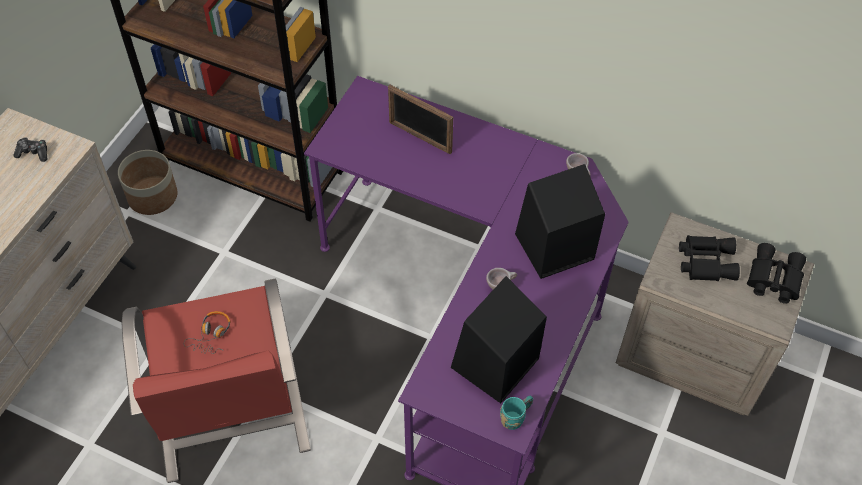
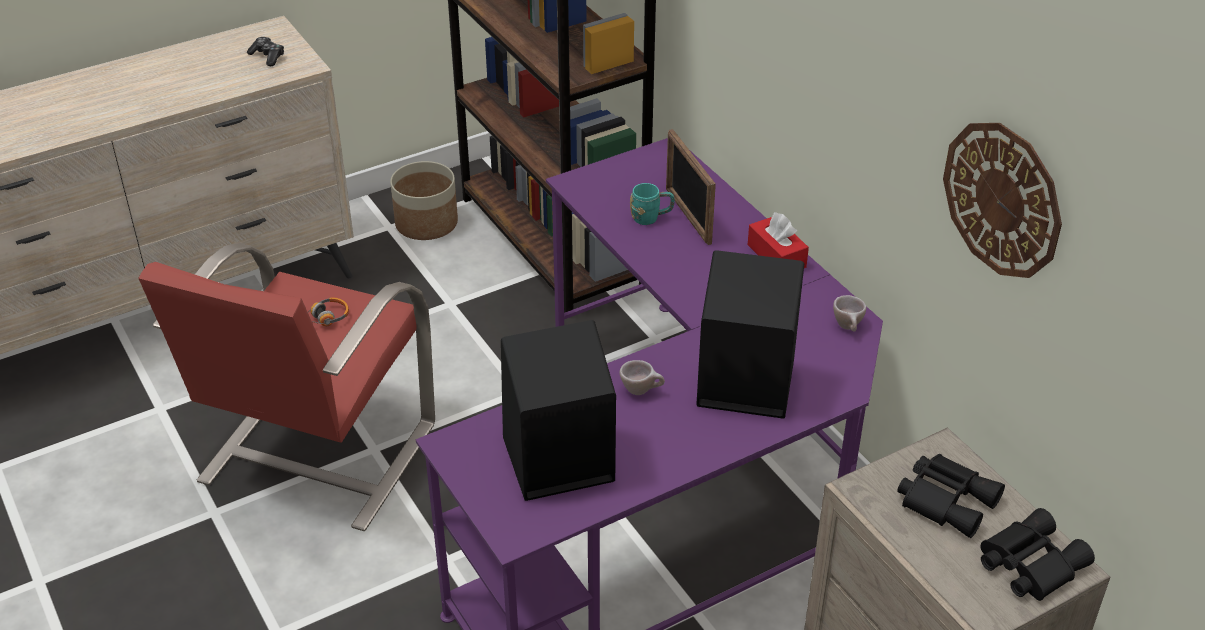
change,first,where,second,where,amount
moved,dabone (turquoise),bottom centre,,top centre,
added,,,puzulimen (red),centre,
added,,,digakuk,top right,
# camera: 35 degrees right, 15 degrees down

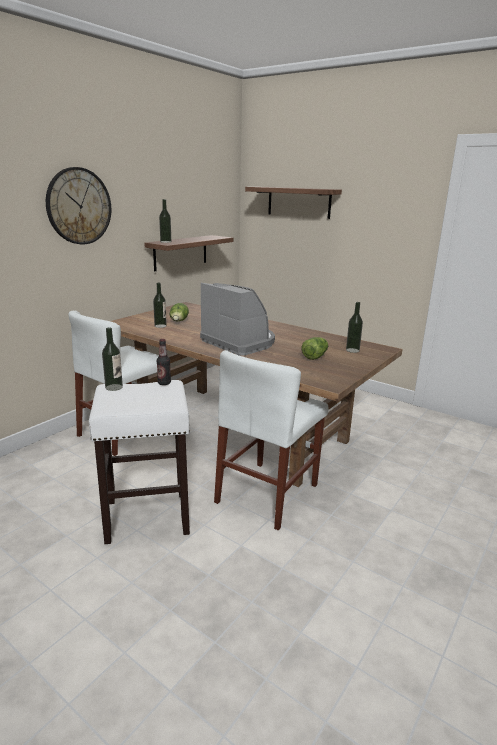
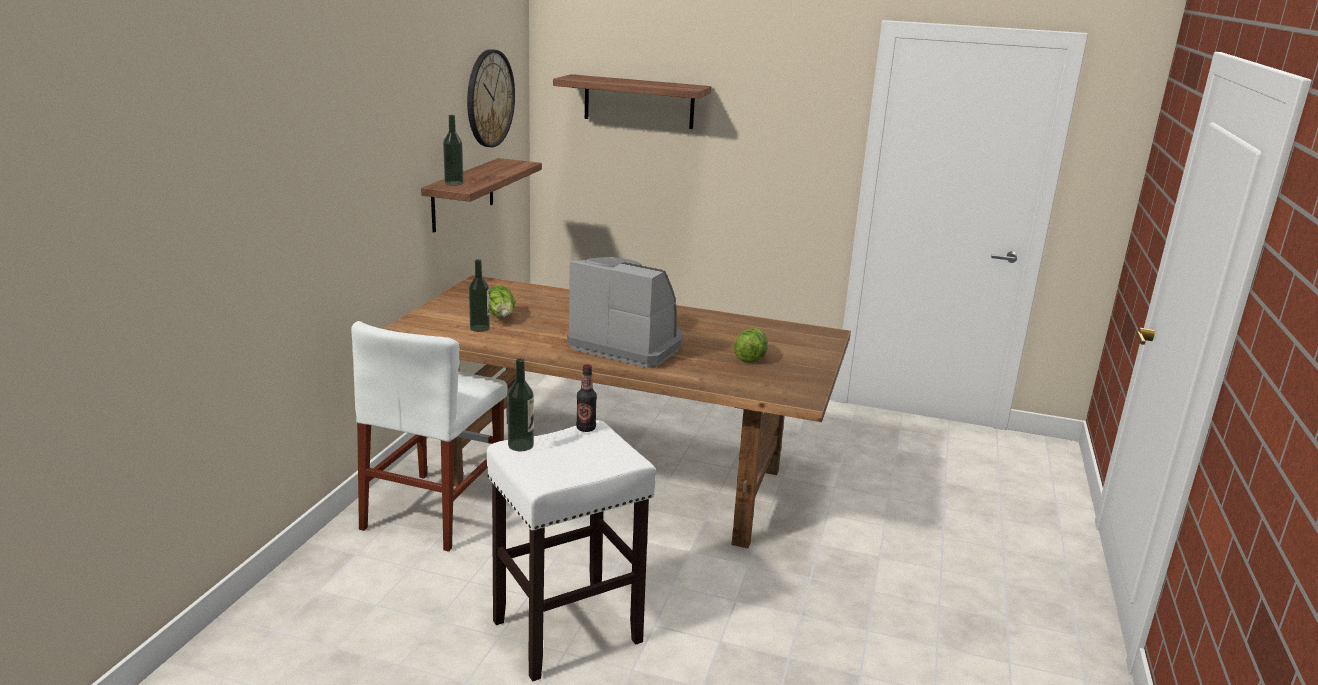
change,first,where,second,where,amount
moved,digakuk,top left,,top centre,
removed,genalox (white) (2nd from left),centre,,,
removed,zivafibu (5th from left),middle right,,,
# camera: 20 degrees left, 0 degrees up

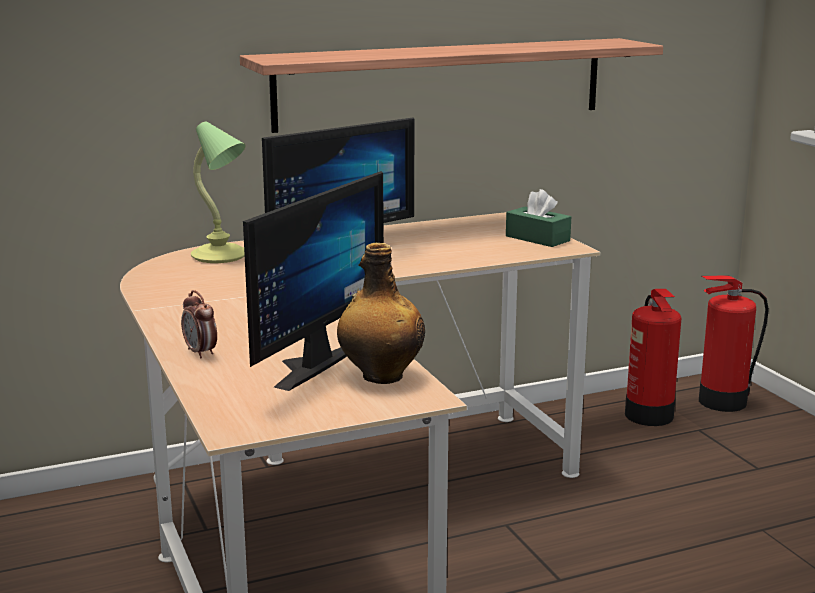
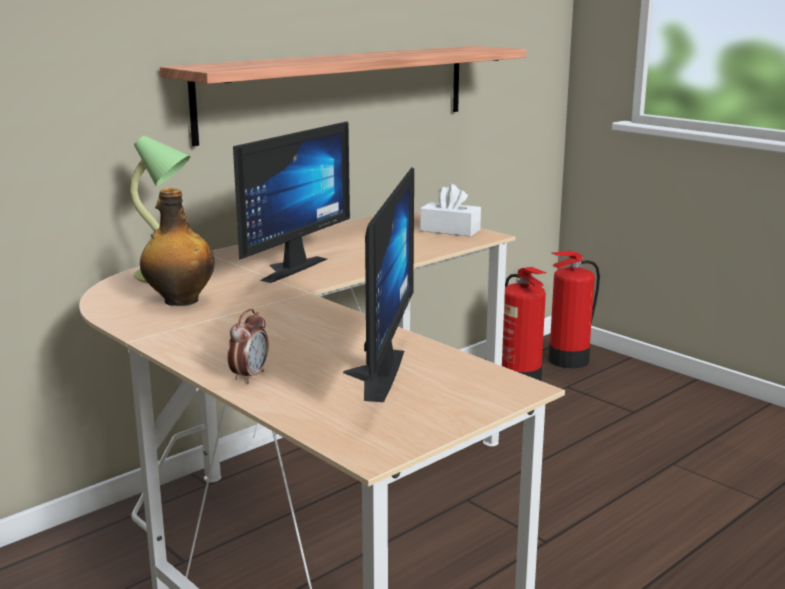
change,first,where,second,where,amount
turned,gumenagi,middle left,,middle left,105 degrees counterclockwise
moved,zivafibu,centre,,middle left,
recoloured,puzulimen (green),centre,puzulimen (white),centre,
# camera: 20 degrees left, 0 degrees up

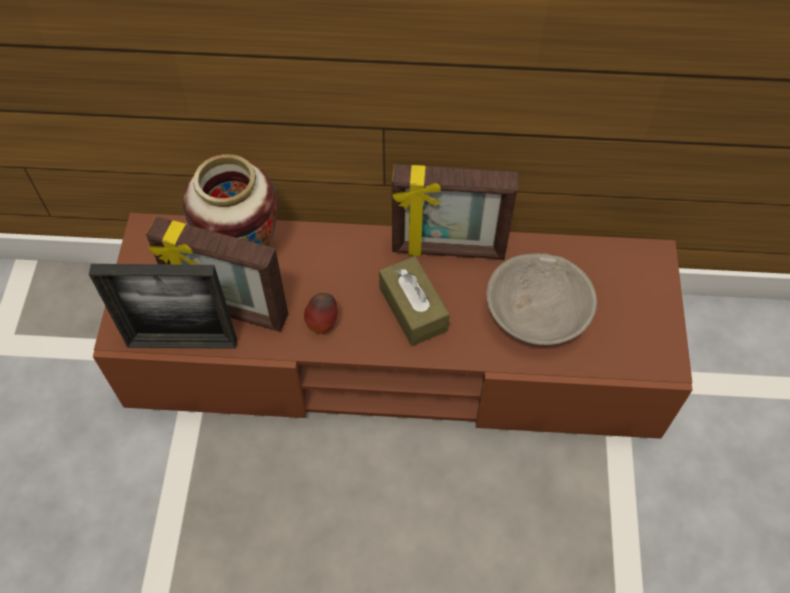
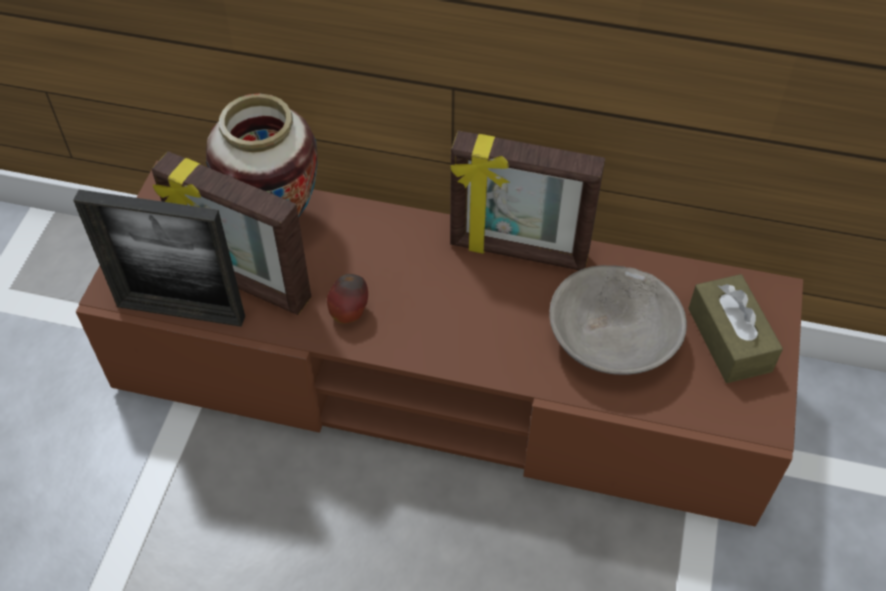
change,first,where,second,where,amount
moved,puzulimen (brown),centre,,middle right,
# camera: 10 degrees right, 5 degrees down

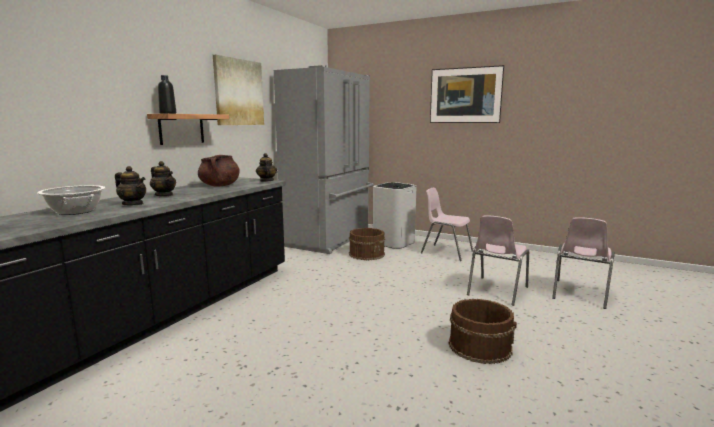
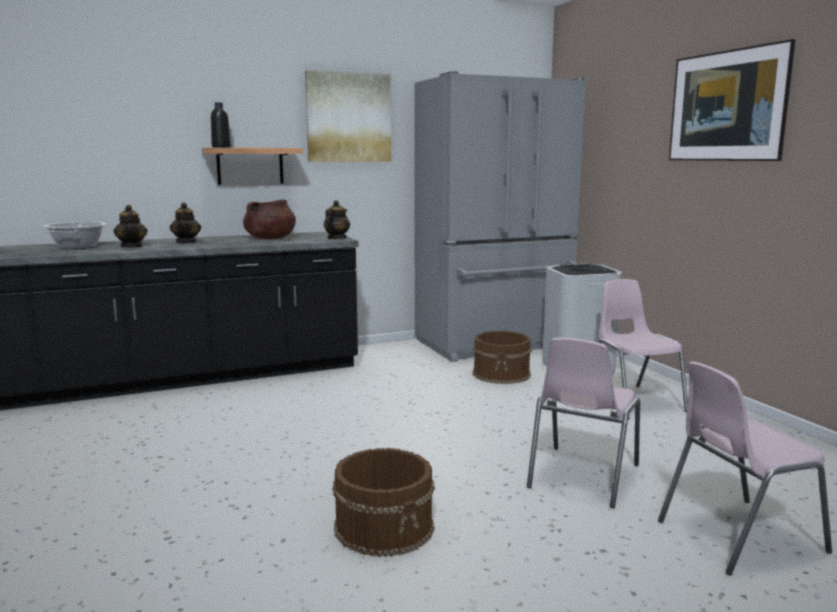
change,first,where,second,where,amount
turned,genalox (pink) (2nd from left in the first image),middle right,genalox (pink) (1st from left),bottom right,45 degrees counterclockwise
# camera: 40 degrees right, 0 degrees up

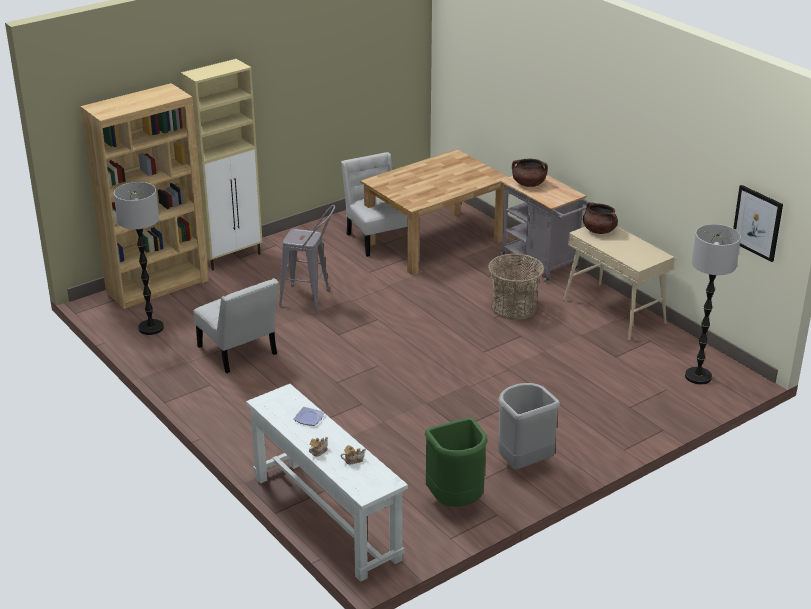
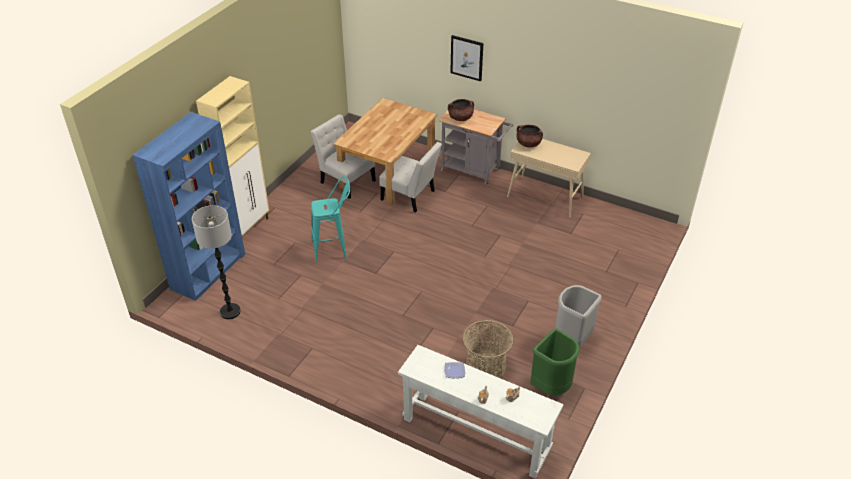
change,first,where,second,where,amount
recoloured,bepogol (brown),top left,bepogol (blue),middle left,
moved,genalox (white) (1st from left in the first image),middle left,genalox (white) (2nd from left),centre,
recoloured,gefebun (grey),centre,gefebun (turquoise),centre,
moved,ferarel,centre,,bottom centre,
removed,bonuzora (2nd from left),middle right,,,
moved,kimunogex,middle right,,top centre,
# camera: 25 degrees left, 10 degrees up

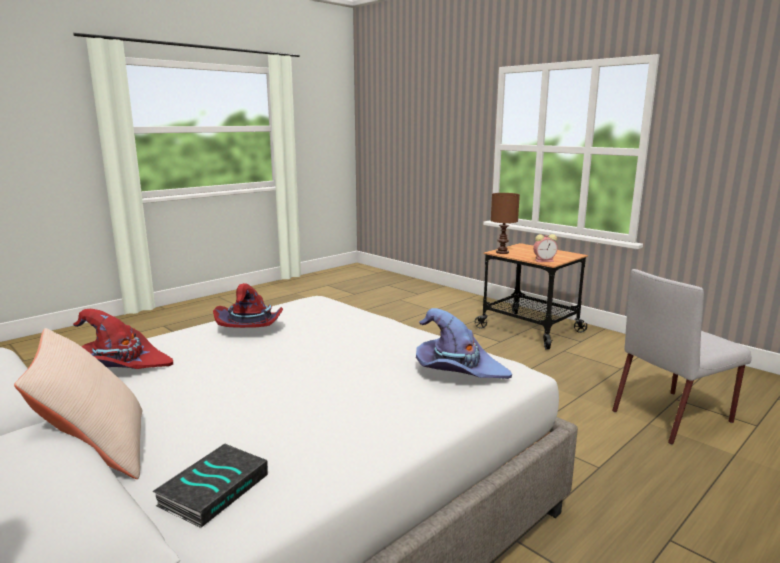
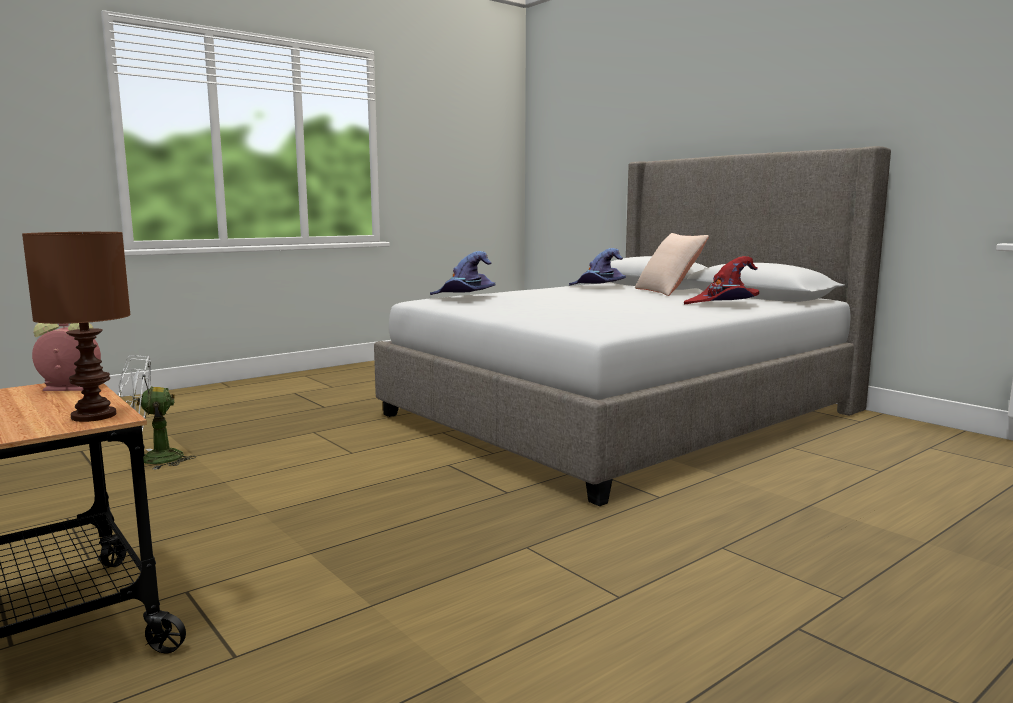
change,first,where,second,where,amount
replaced,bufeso,bottom left,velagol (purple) (2nd from left),centre,
removed,velagol (red) (2nd from left),middle left,,,
replaced,genalox (grey),middle right,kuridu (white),middle left,
# camera: 175 degrees left, 5 degrees down

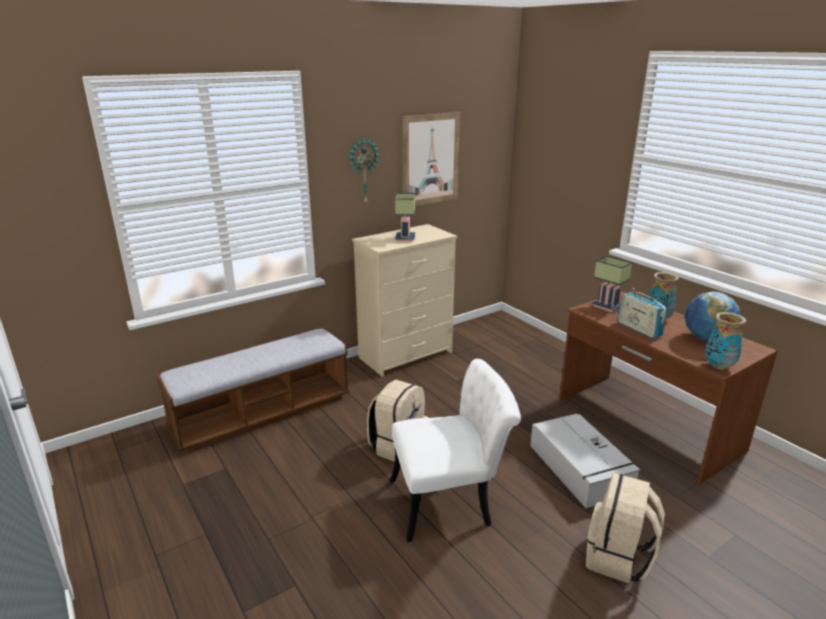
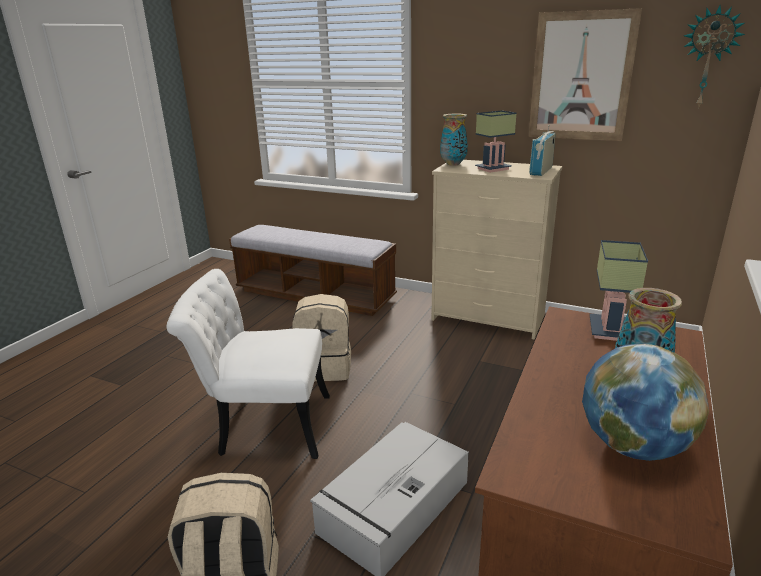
change,first,where,second,where,amount
moved,digakuk,top centre,,top right,
turned,genalox (white),bottom centre,,middle left,135 degrees clockwise
moved,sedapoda,middle right,,top right,
moved,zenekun (2nd from left in the first image),middle right,zenekun (1st from left),top centre,
# camera: 60 degrees right, 0 degrees up

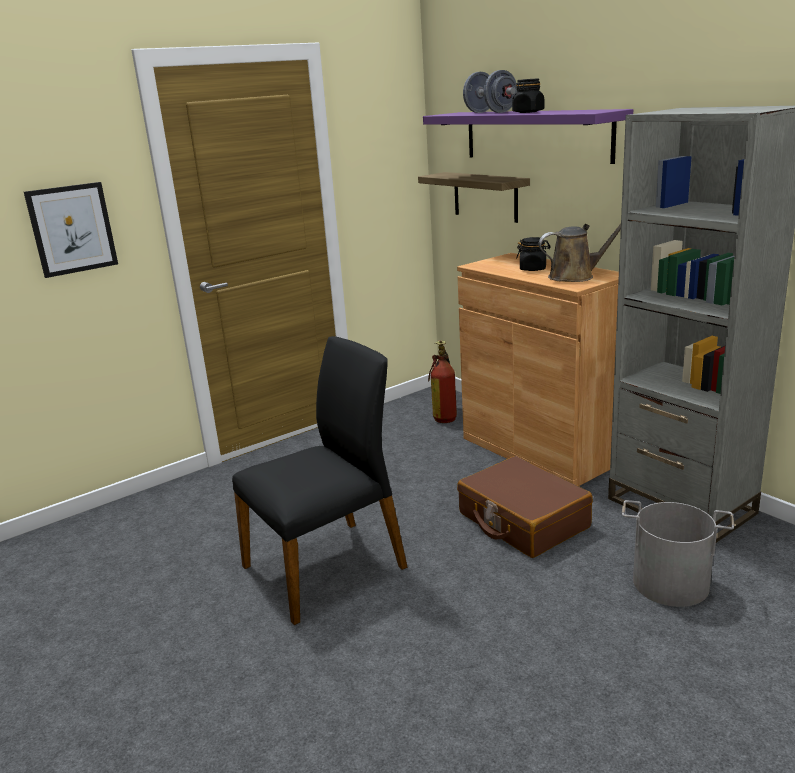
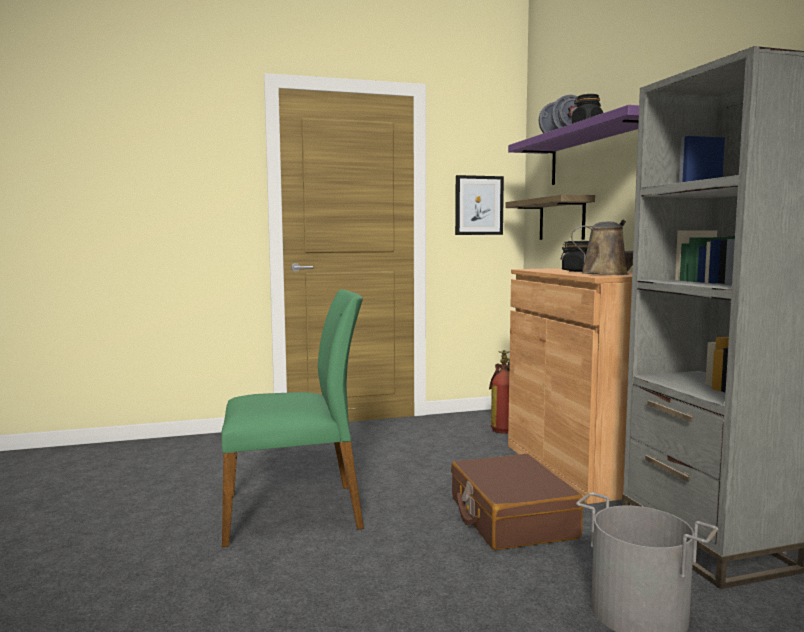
change,first,where,second,where,amount
moved,kimunogex,top left,,top centre,
recoloured,genalox (black),centre,genalox (green),centre,
# camera: 20 degrees right, 15 degrees down

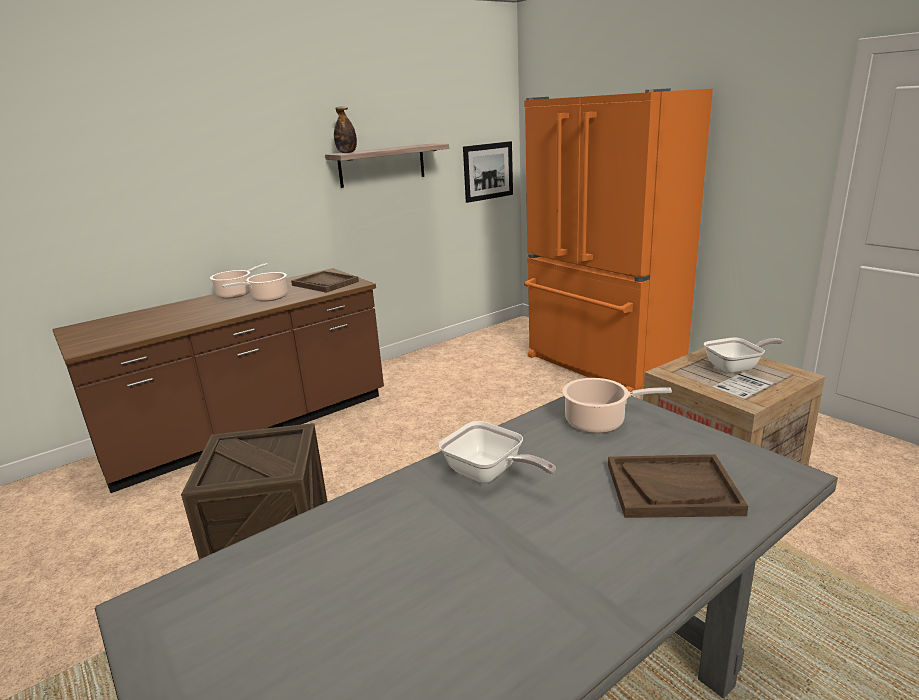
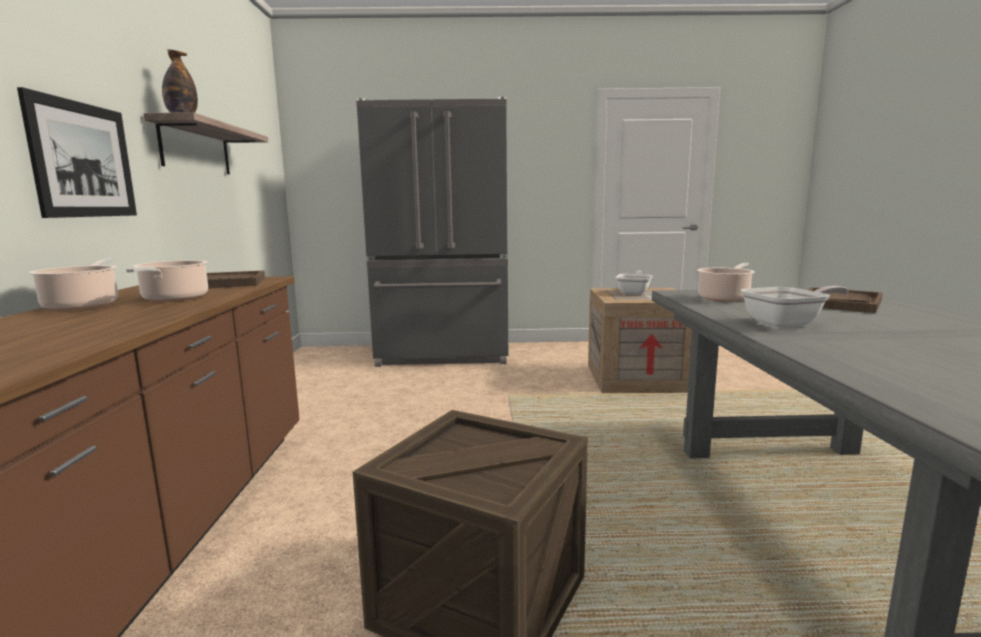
change,first,where,second,where,amount
moved,kimunogex,top centre,,top left,
recoloured,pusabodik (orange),middle right,pusabodik (grey),centre,
# camera: 55 degrees left, 10 degrees down

